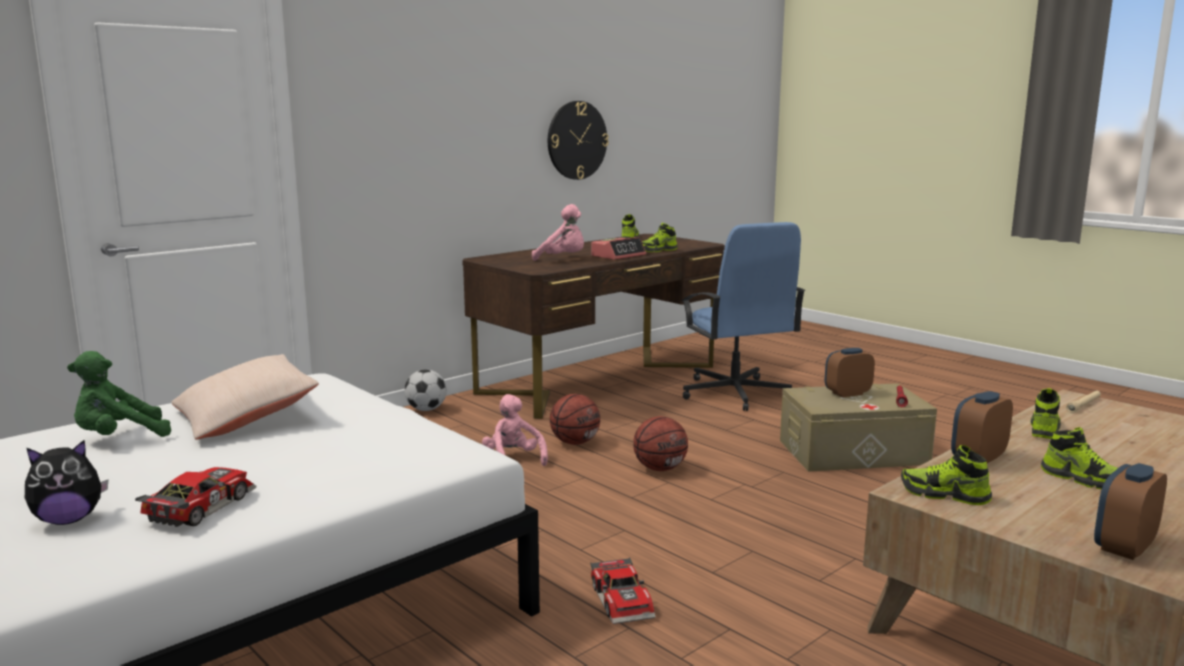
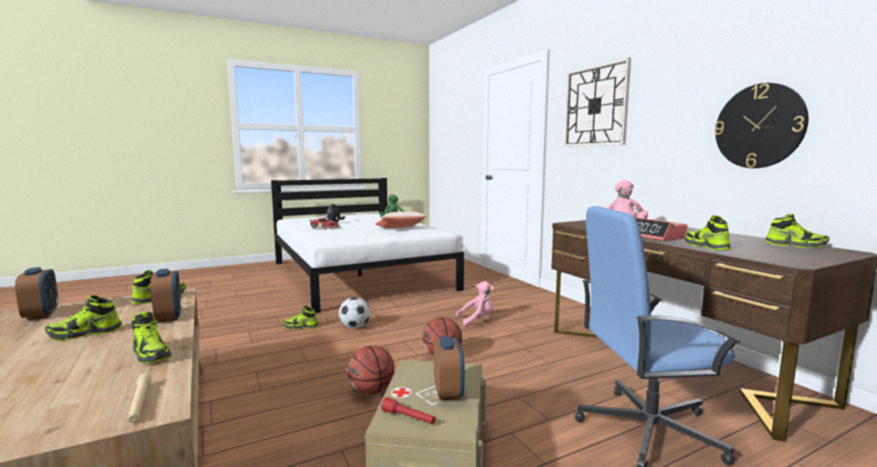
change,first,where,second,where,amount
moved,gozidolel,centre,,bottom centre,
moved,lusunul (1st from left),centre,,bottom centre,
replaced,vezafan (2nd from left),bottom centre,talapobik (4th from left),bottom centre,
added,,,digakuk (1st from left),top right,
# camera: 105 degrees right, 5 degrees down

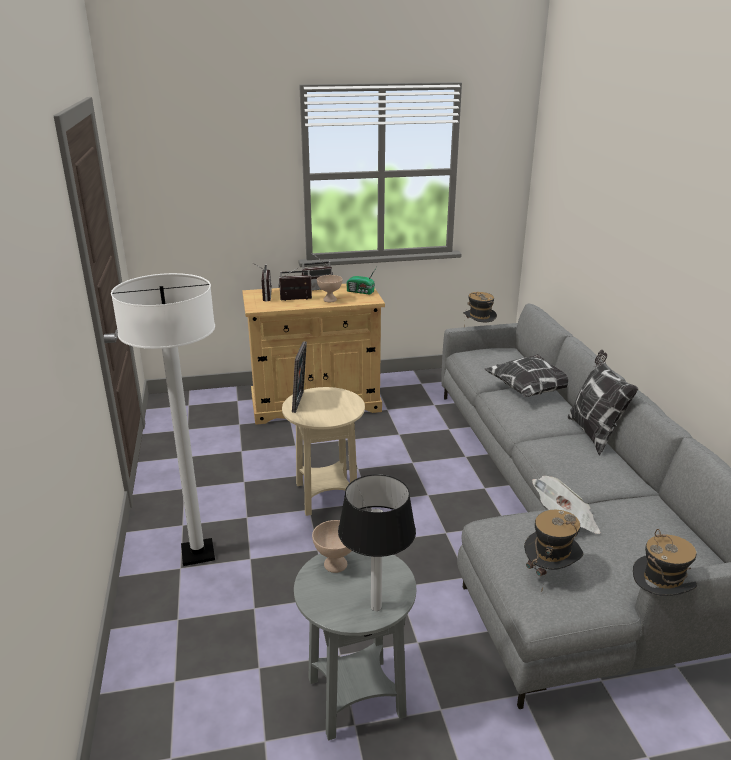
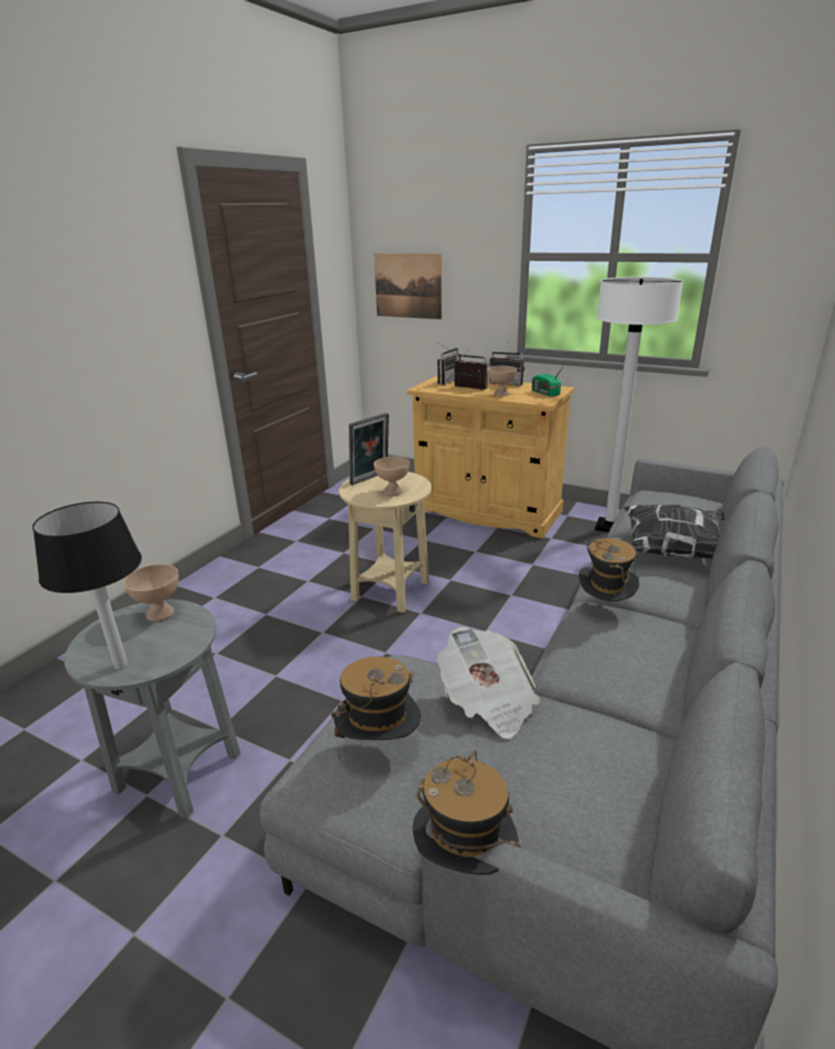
change,first,where,second,where,amount
moved,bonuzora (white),middle left,,middle right,
moved,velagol (1st from left in the first image),centre,velagol (3rd from left),middle right,
removed,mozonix (2nd from left),middle right,,,
added,,,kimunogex,top centre,
added,,,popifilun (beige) (2nd from left),centre,
# camera: 40 degrees right, 0 degrees up

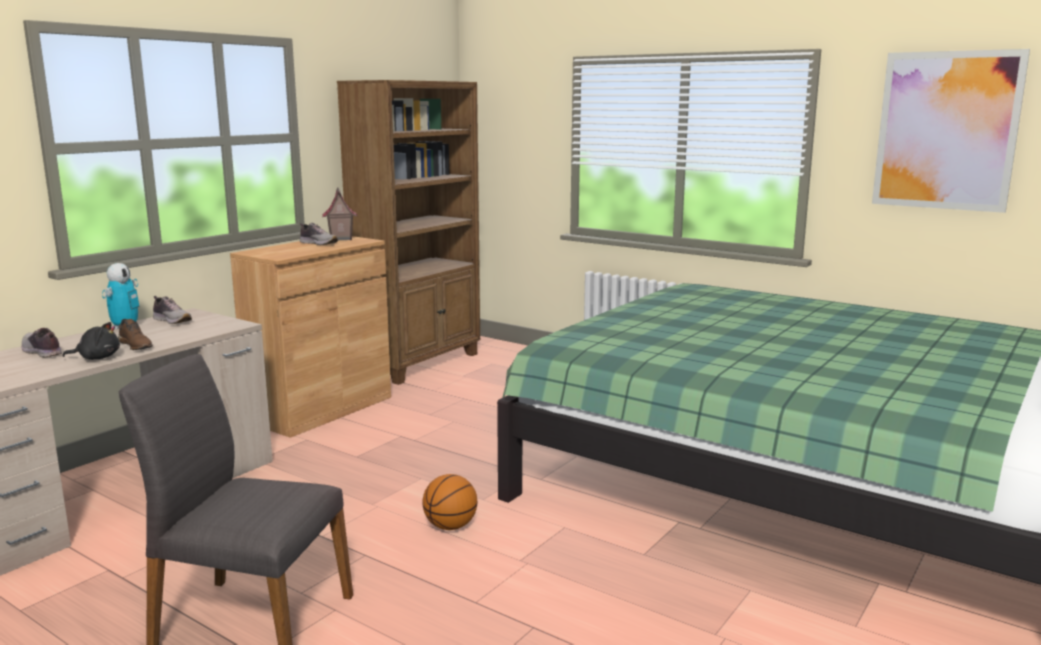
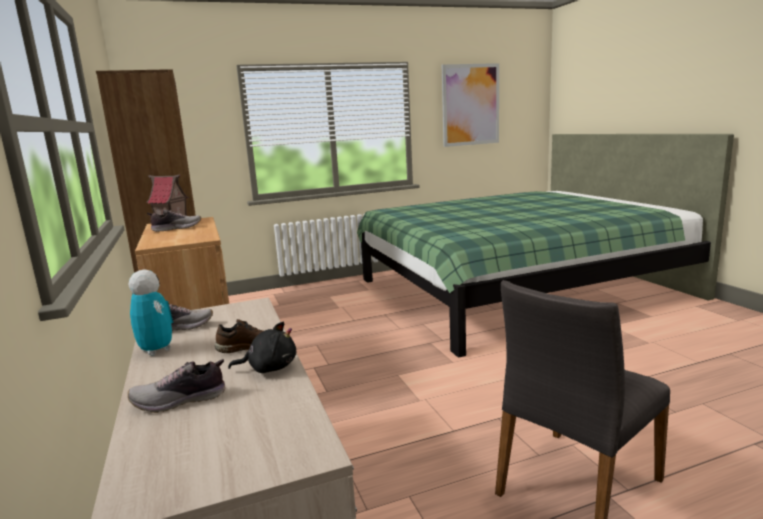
change,first,where,second,where,amount
turned,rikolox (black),middle left,,bottom centre,60 degrees clockwise
removed,lusunul,bottom centre,,,
# camera: 55 degrees left, 0 degrees up

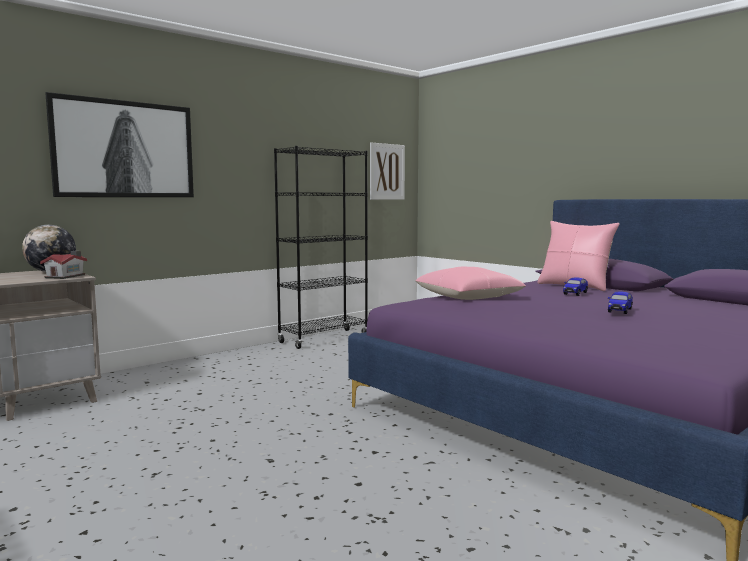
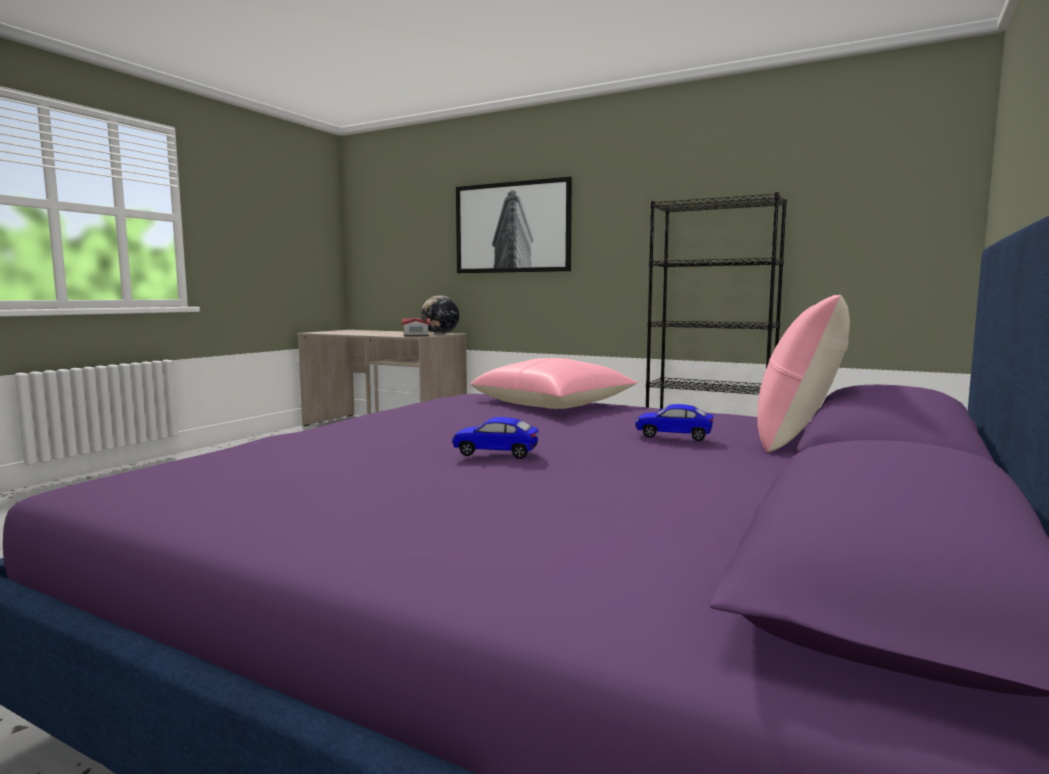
change,first,where,second,where,amount
removed,kimunogex (2nd from left),top centre,,,
# camera: 70 degrees right, 0 degrees up

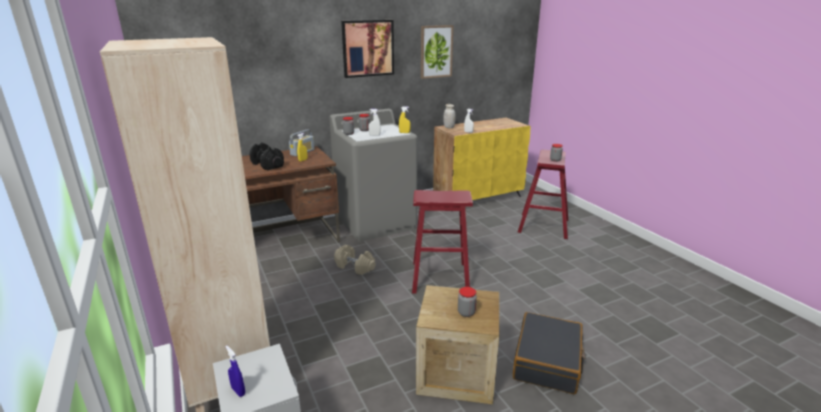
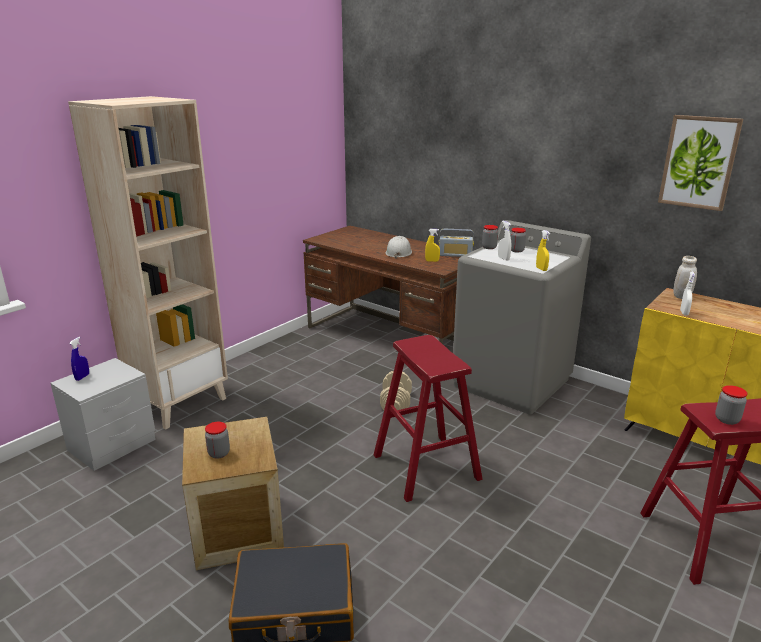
change,first,where,second,where,amount
replaced,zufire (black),middle left,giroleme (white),centre,
removed,kimunogex (1st from left),top centre,,,
# camera: 65 degrees right, 0 degrees up

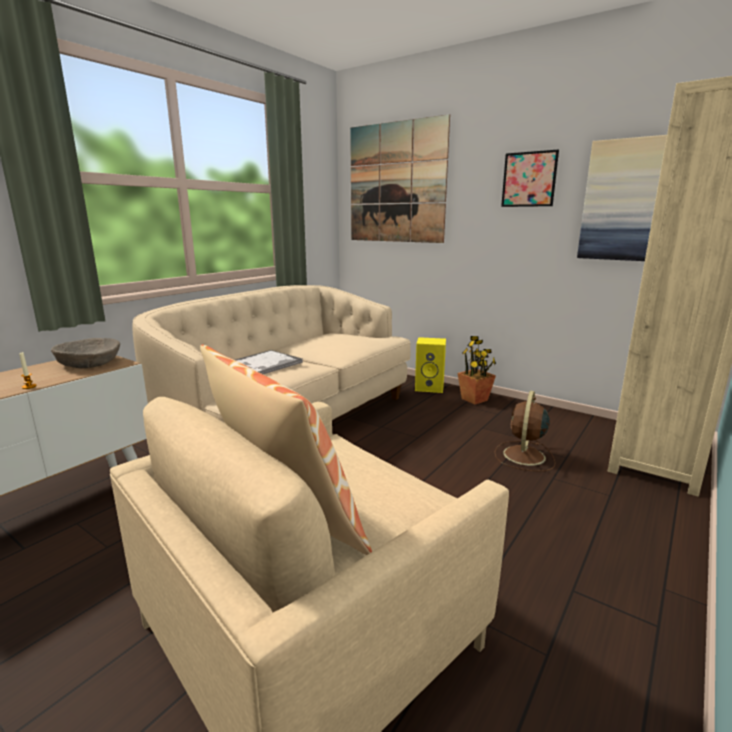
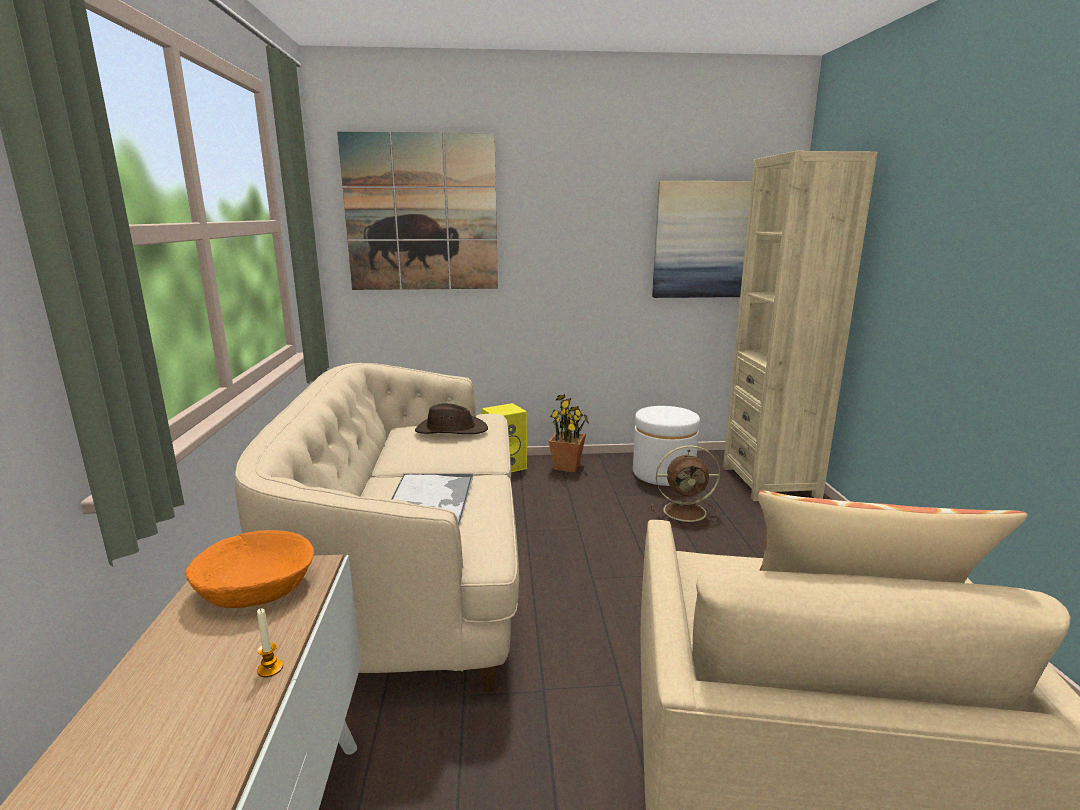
change,first,where,second,where,amount
recoloured,popifilun (beige),middle left,popifilun (orange),bottom left,
turned,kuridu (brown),middle right,,centre,75 degrees counterclockwise
removed,kimunogex (2nd from left),top right,,,
added,,,velagol (brown),centre,
added,,,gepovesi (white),centre,
# camera: 40 degrees left, 0 degrees up

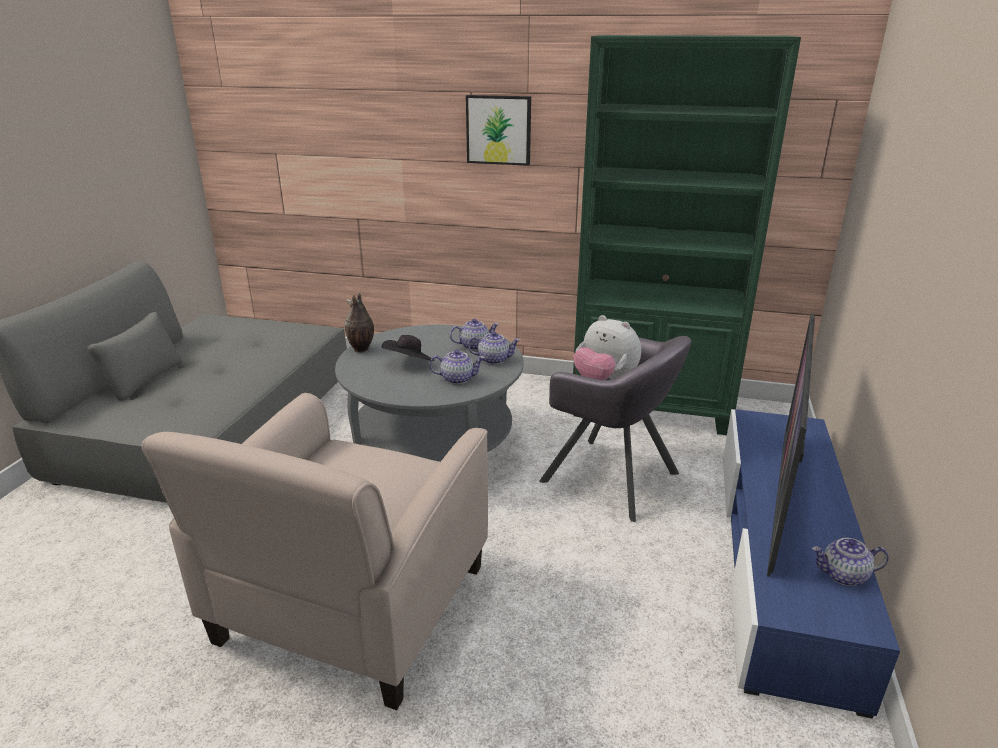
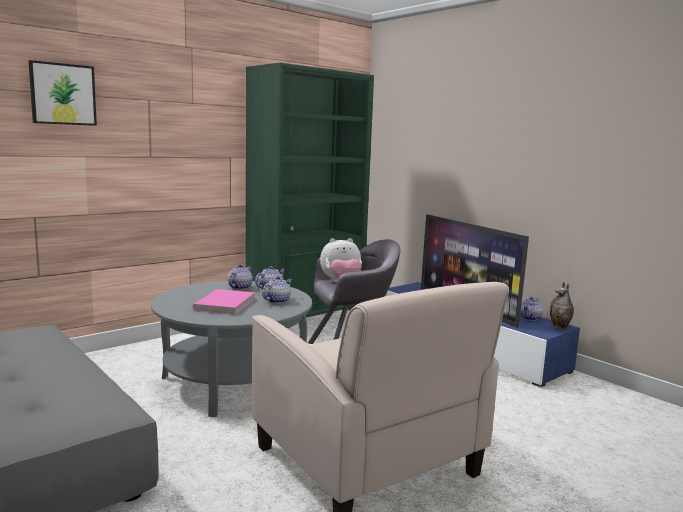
change,first,where,second,where,amount
moved,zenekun,centre,,middle right,
replaced,velagol (black),centre,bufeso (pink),middle left,
moved,kimunogex,top centre,,top left,
# camera: 55 degrees left, 15 degrees down

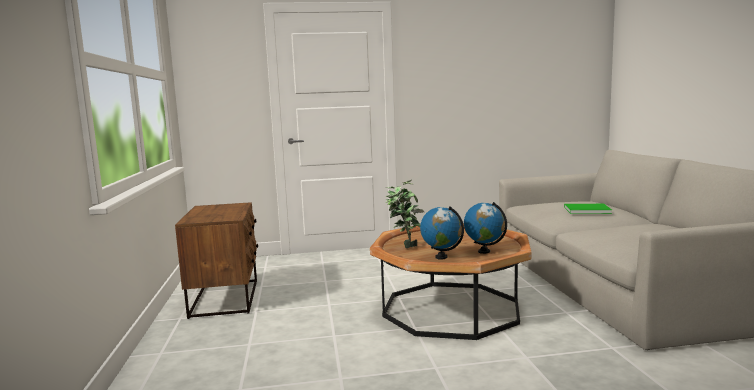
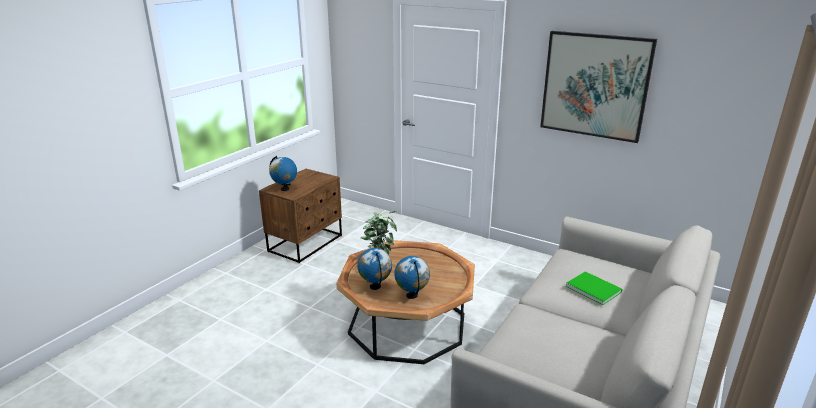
change,first,where,second,where,amount
added,,,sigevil (1st from left),centre,
added,,,kimunogex,top right,
# camera: 40 degrees right, 15 degrees up

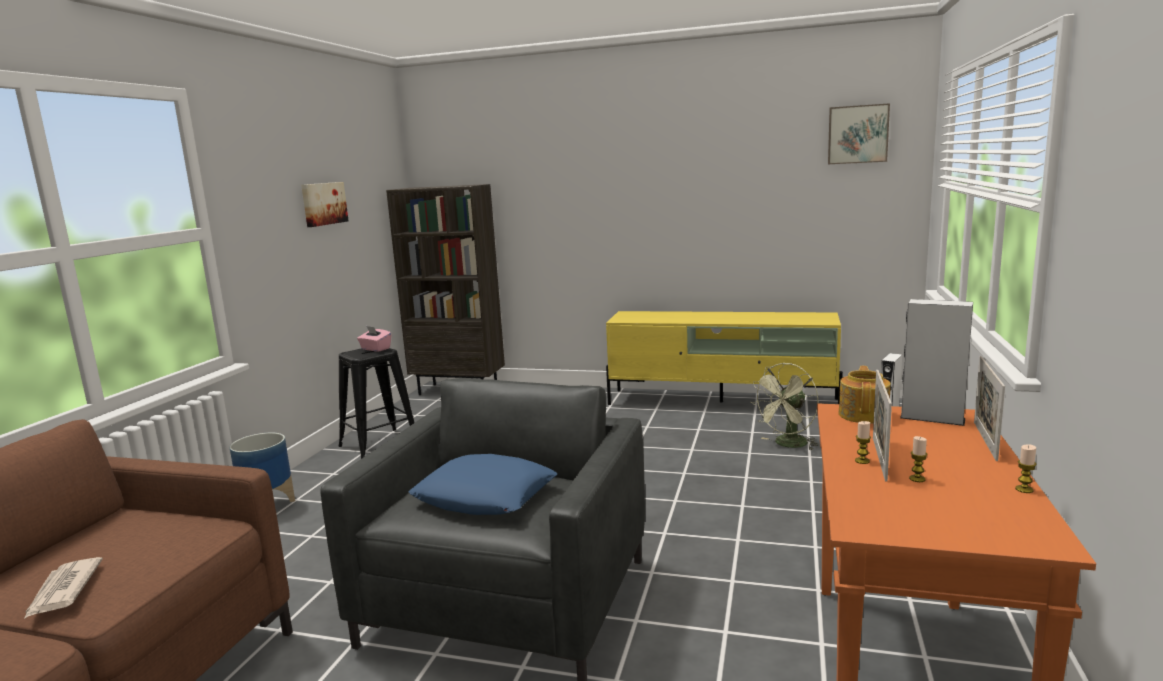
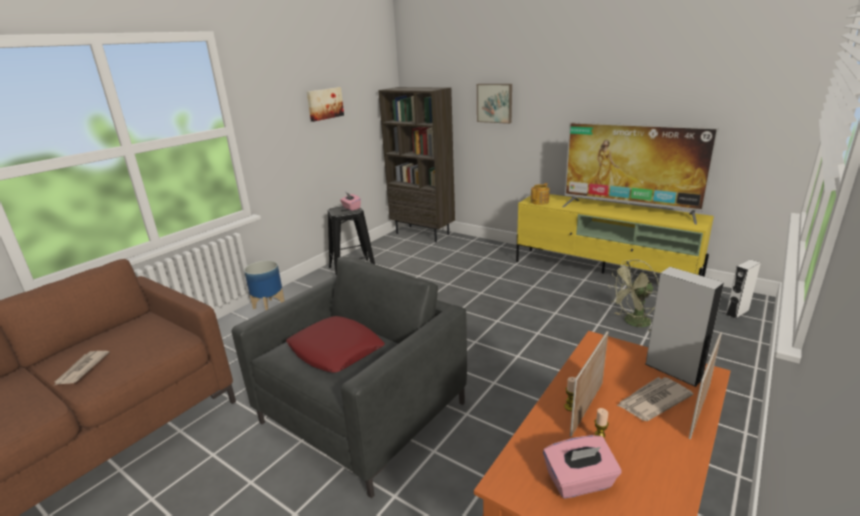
change,first,where,second,where,amount
recoloured,mozonix (blue),bottom centre,mozonix (red),bottom centre,
moved,kimunogex (2nd from left),top right,,top centre,
moved,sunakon,middle right,,centre,
removed,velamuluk (3rd from left),bottom right,,,
added,,,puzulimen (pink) (2nd from left),bottom right,
added,,,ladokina,middle right,
added,,,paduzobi (2nd from left),bottom right,
# camera: 20 degrees right, 10 degrees up

